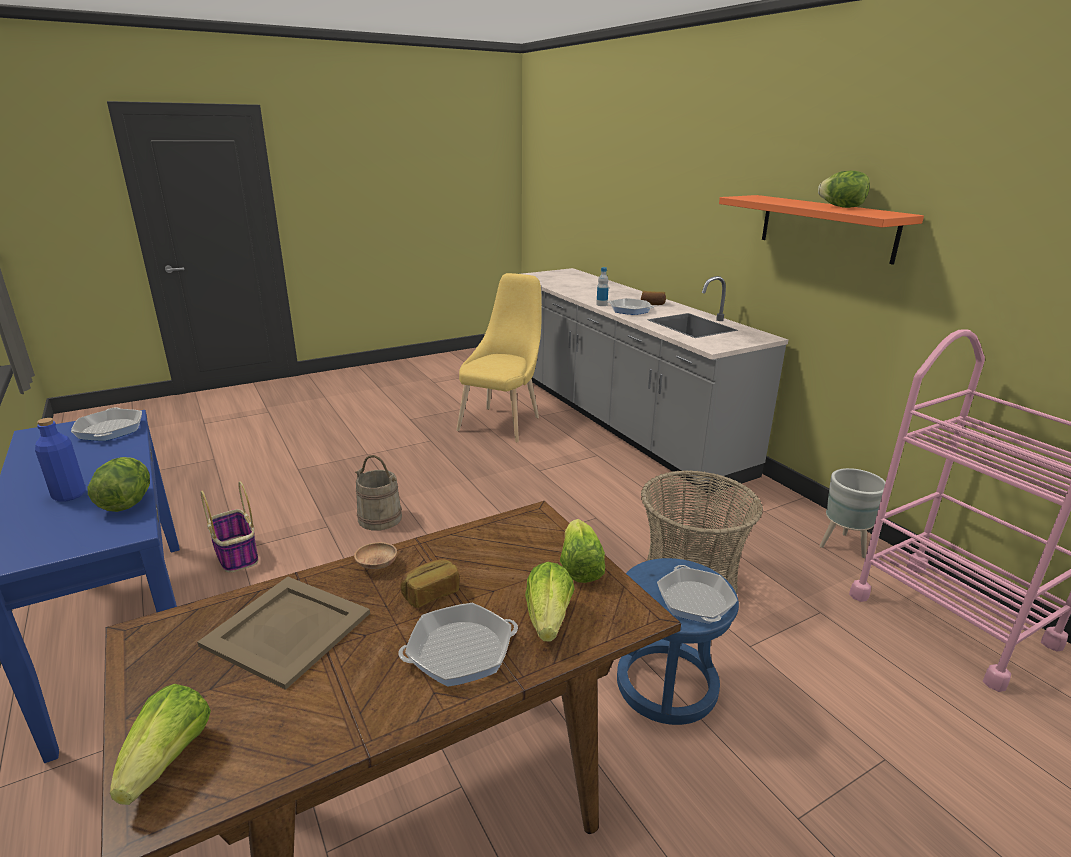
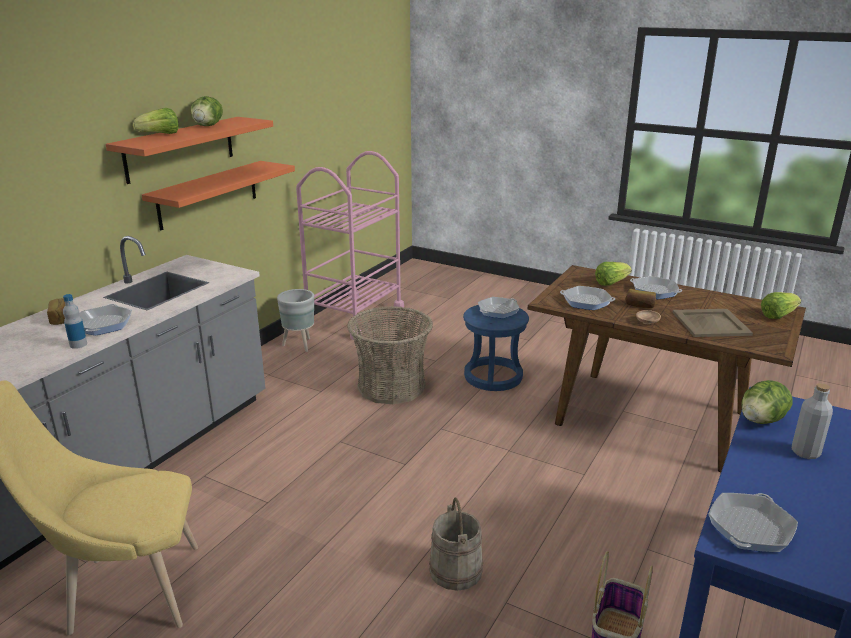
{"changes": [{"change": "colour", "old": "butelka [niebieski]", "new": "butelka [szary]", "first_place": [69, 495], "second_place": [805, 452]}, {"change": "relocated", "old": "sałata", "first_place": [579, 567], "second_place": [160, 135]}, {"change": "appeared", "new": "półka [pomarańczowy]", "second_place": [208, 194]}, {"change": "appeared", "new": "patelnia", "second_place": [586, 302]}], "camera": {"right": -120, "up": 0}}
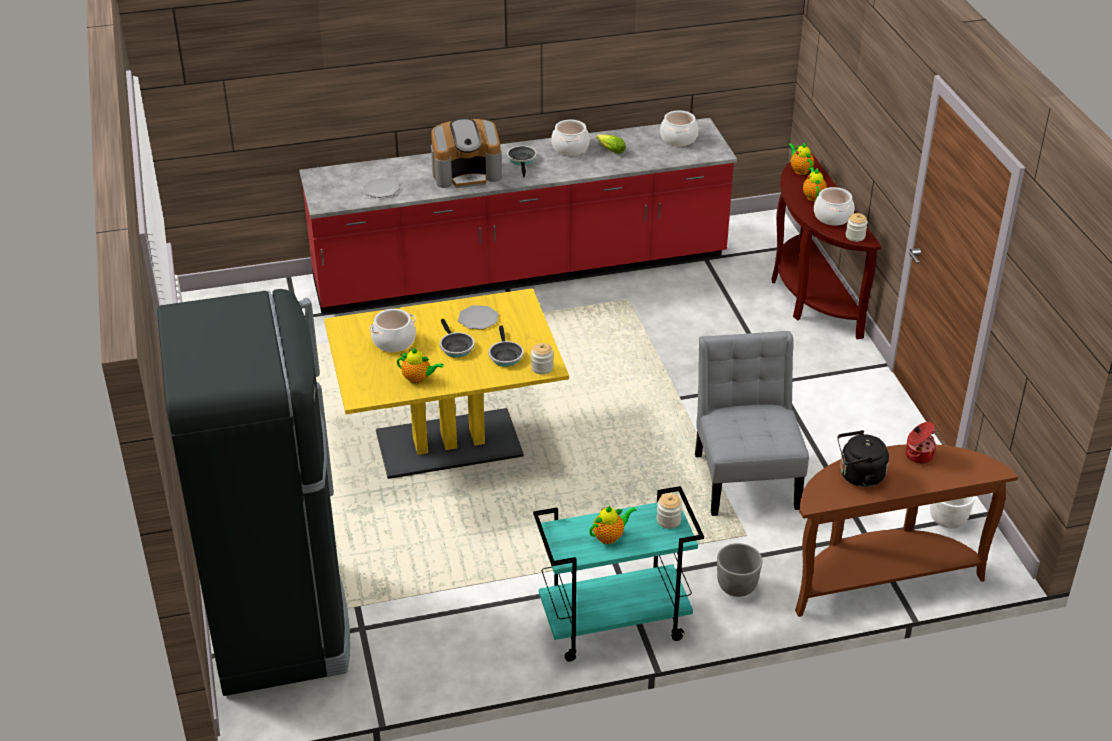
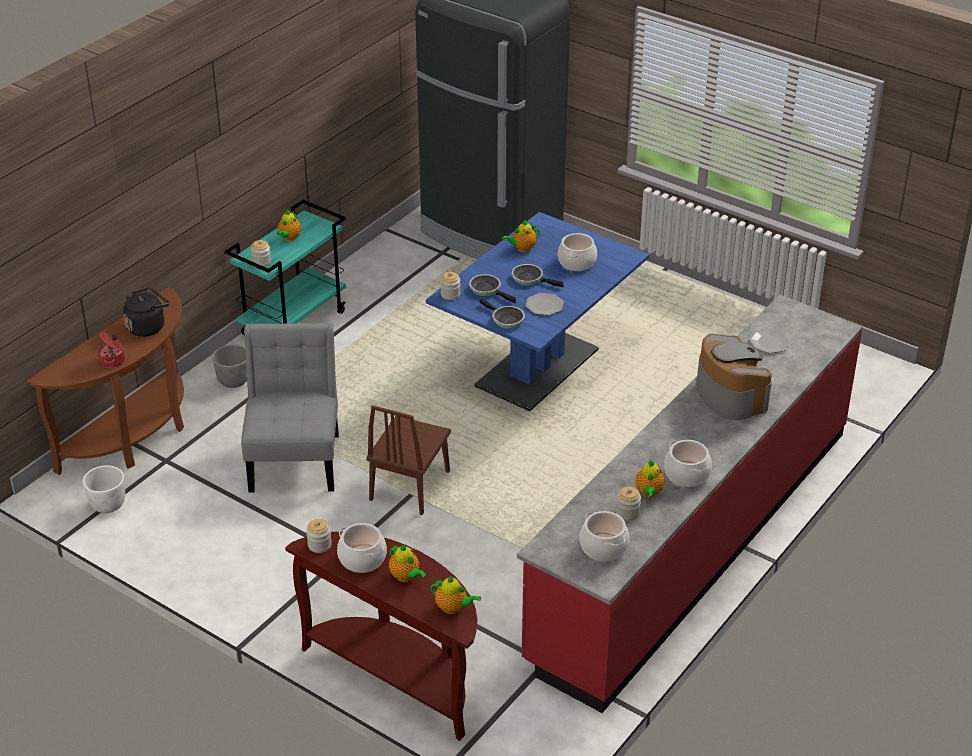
{"changes": [{"change": "spun", "old": "ekspres do kawy", "first_place": [467, 173], "second_place": [729, 395], "degrees": 120}, {"change": "exchanged", "old": "sałata", "new": "imbryk", "first_place": [609, 149], "second_place": [649, 493]}, {"change": "relocated", "old": "patelnia", "first_place": [522, 160], "second_place": [505, 320]}, {"change": "colour", "old": "stół jadalny [żółty]", "new": "stół jadalny [niebieski]", "first_place": [449, 444], "second_place": [537, 368]}, {"change": "spun", "old": "krzesło [szary]", "first_place": [745, 476], "second_place": [295, 458], "degrees": -135}, {"change": "appeared", "new": "krzesło [brązowy]", "second_place": [409, 485]}, {"change": "appeared", "new": "słoik", "second_place": [627, 513]}], "camera": {"right": 140, "up": 0}}
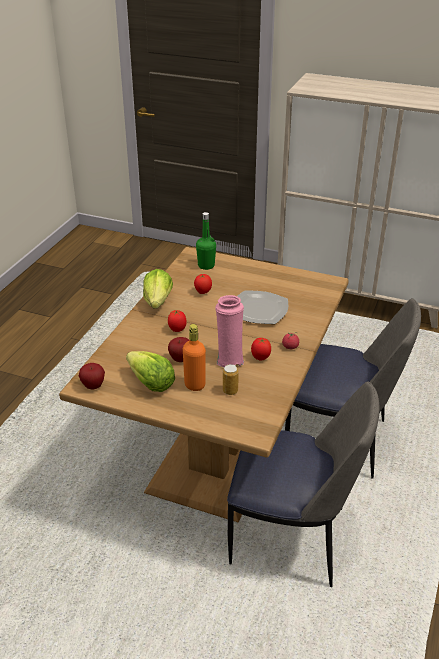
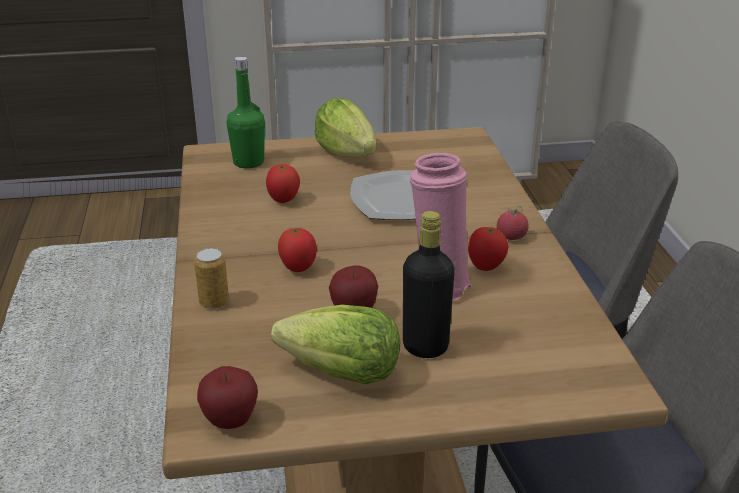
{"changes": [{"change": "relocated", "old": "sałata", "first_place": [158, 301], "second_place": [346, 153]}, {"change": "colour", "old": "butelka [pomarańczowy]", "new": "butelka [czarny]", "first_place": [195, 385], "second_place": [425, 347]}, {"change": "relocated", "old": "puszka", "first_place": [230, 391], "second_place": [214, 302]}], "camera": {"right": -30, "up": -5}}
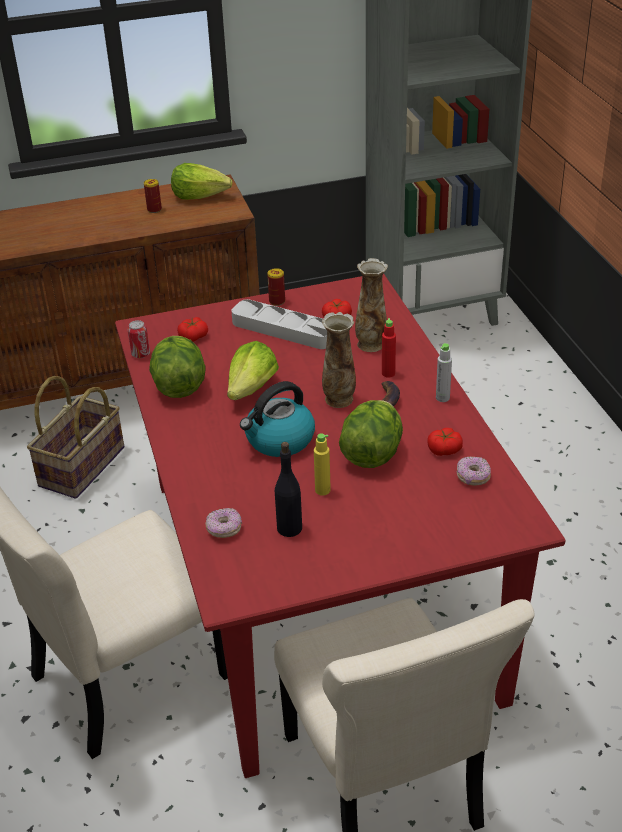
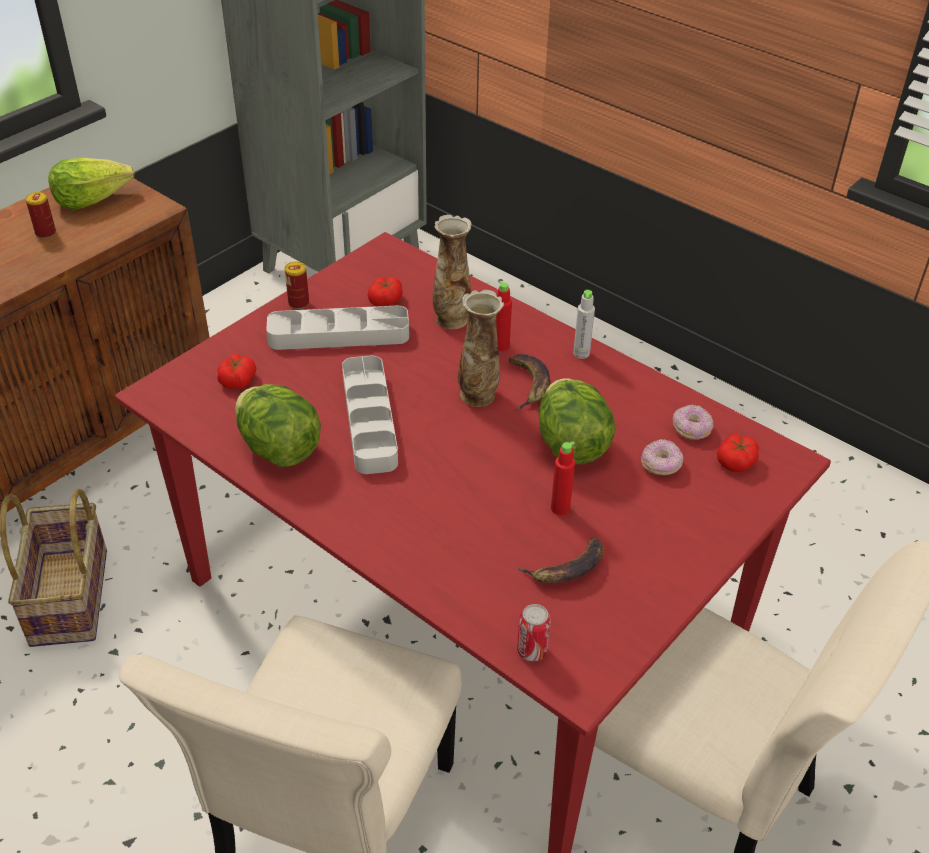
{"changes": [{"change": "relocated", "old": "puszka", "first_place": [140, 354], "second_place": [532, 650]}, {"change": "exchanged", "old": "sałata", "new": "taca [szary]", "first_place": [252, 389], "second_place": [369, 419]}, {"change": "missing", "old": "czajnik", "first_place": [279, 440]}, {"change": "relocated", "old": "pomidor", "first_place": [444, 449], "second_place": [736, 461]}, {"change": "colour", "old": "butelka [żółty]", "new": "butelka [czerwony]", "first_place": [322, 490], "second_place": [560, 508]}, {"change": "exchanged", "old": "butelka [czarny]", "new": "banan", "first_place": [289, 528], "second_place": [567, 568]}, {"change": "relocated", "old": "donut", "first_place": [224, 529], "second_place": [661, 465]}], "camera": {"right": -35, "up": 5}}
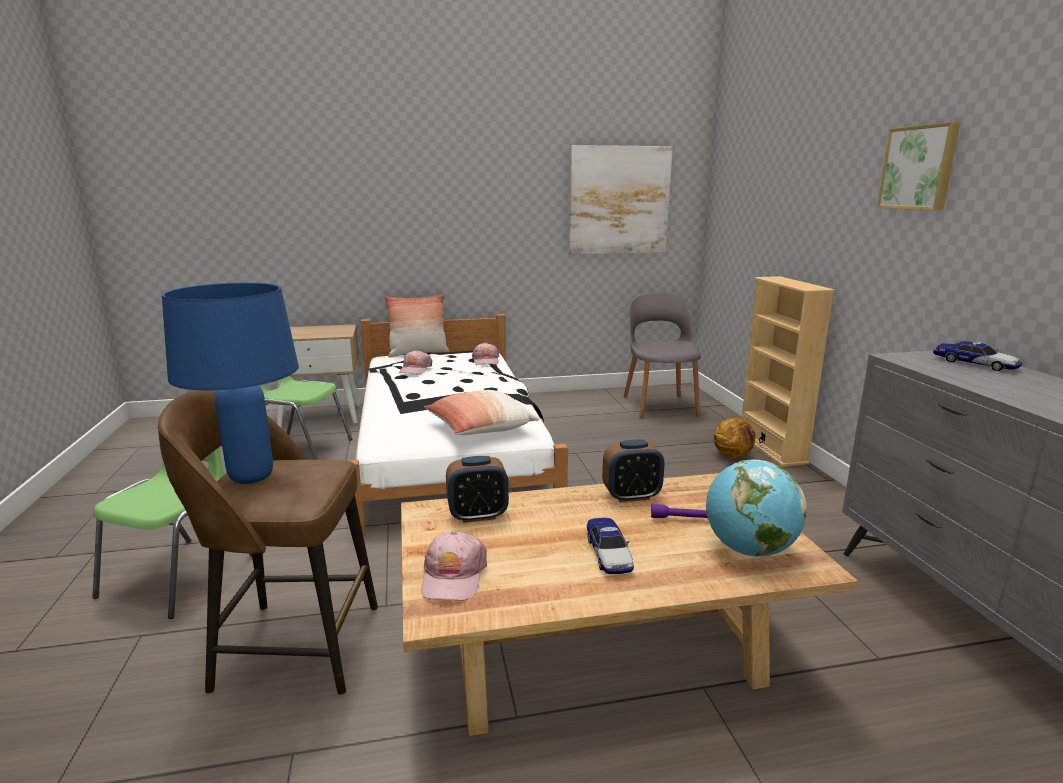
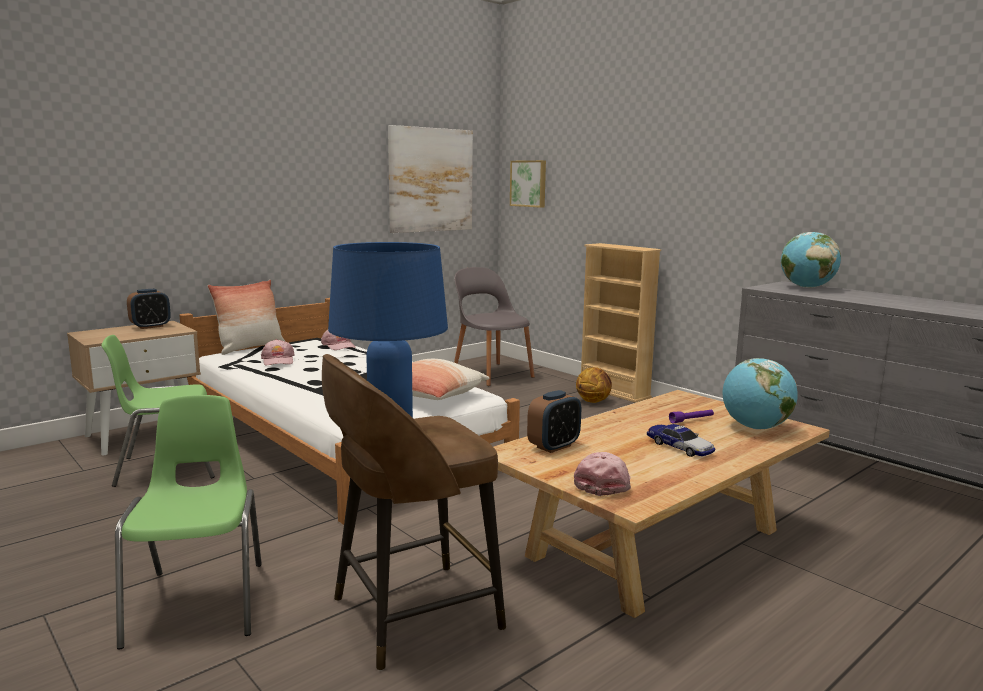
{"changes": [{"change": "relocated", "old": "obraz", "first_place": [919, 168], "second_place": [529, 183]}, {"change": "exchanged", "old": "samochodzik", "new": "globus", "first_place": [975, 364], "second_place": [806, 287]}, {"change": "relocated", "old": "budzik", "first_place": [631, 496], "second_place": [150, 326]}, {"change": "spun", "old": "czapka z daszkiem [różowy]", "first_place": [453, 576], "second_place": [603, 482], "degrees": -135}], "camera": {"right": -30, "up": -5}}
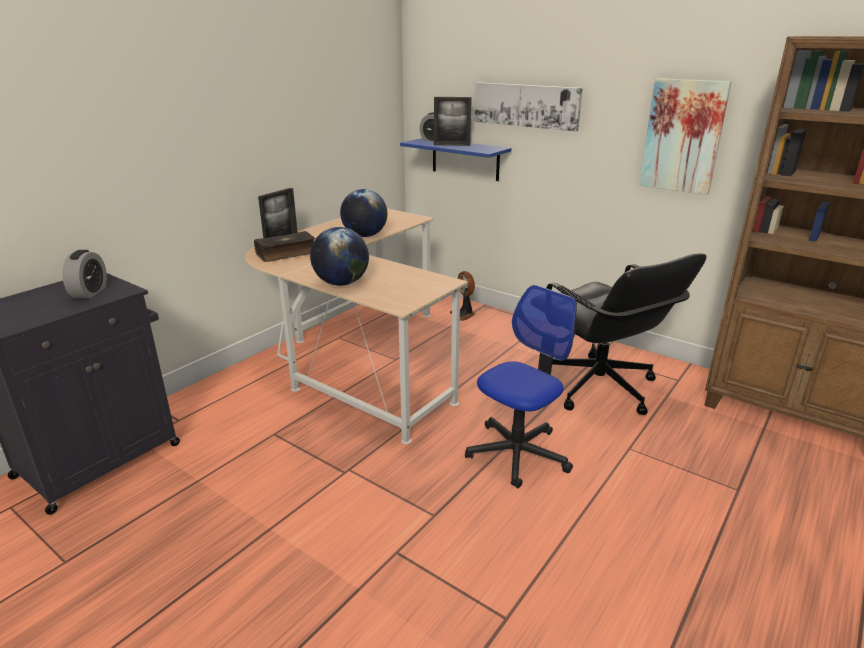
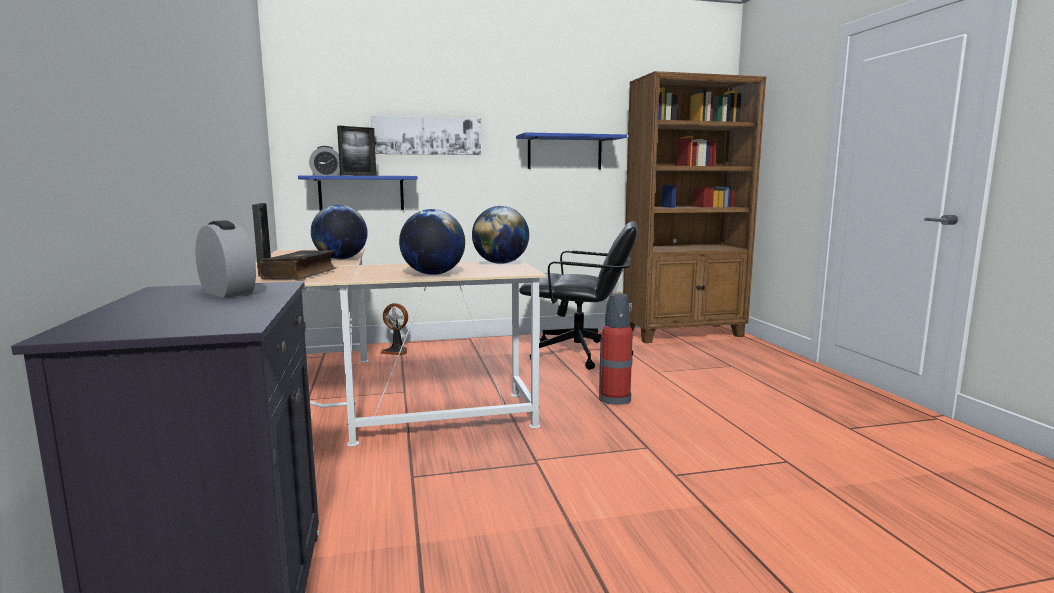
{"changes": [{"change": "exchanged", "old": "obraz", "new": "półka [niebieski]", "first_place": [683, 136], "second_place": [564, 152]}, {"change": "exchanged", "old": "krzesło biurowe", "new": "gaśnica", "first_place": [517, 453], "second_place": [614, 398]}, {"change": "appeared", "new": "globus", "second_place": [500, 263]}], "camera": {"right": -50, "up": -15}}
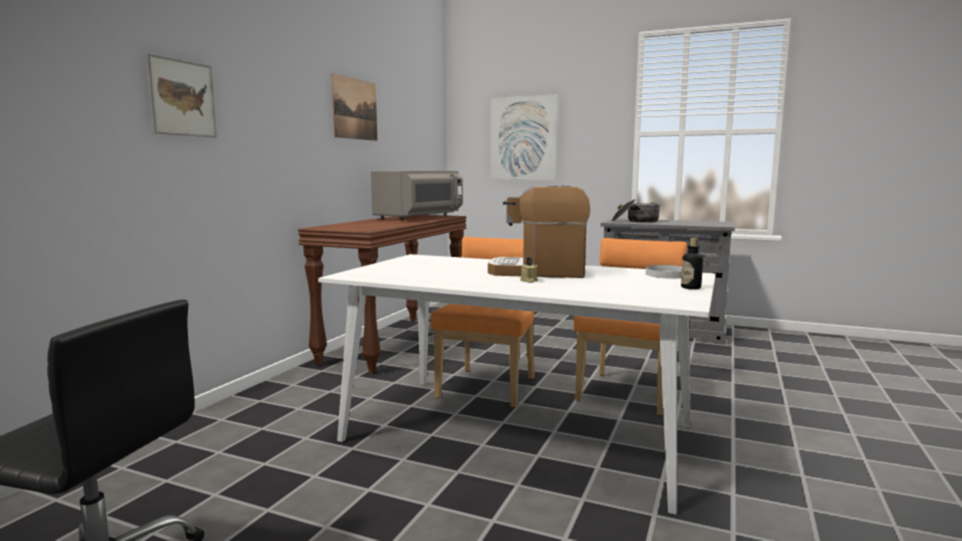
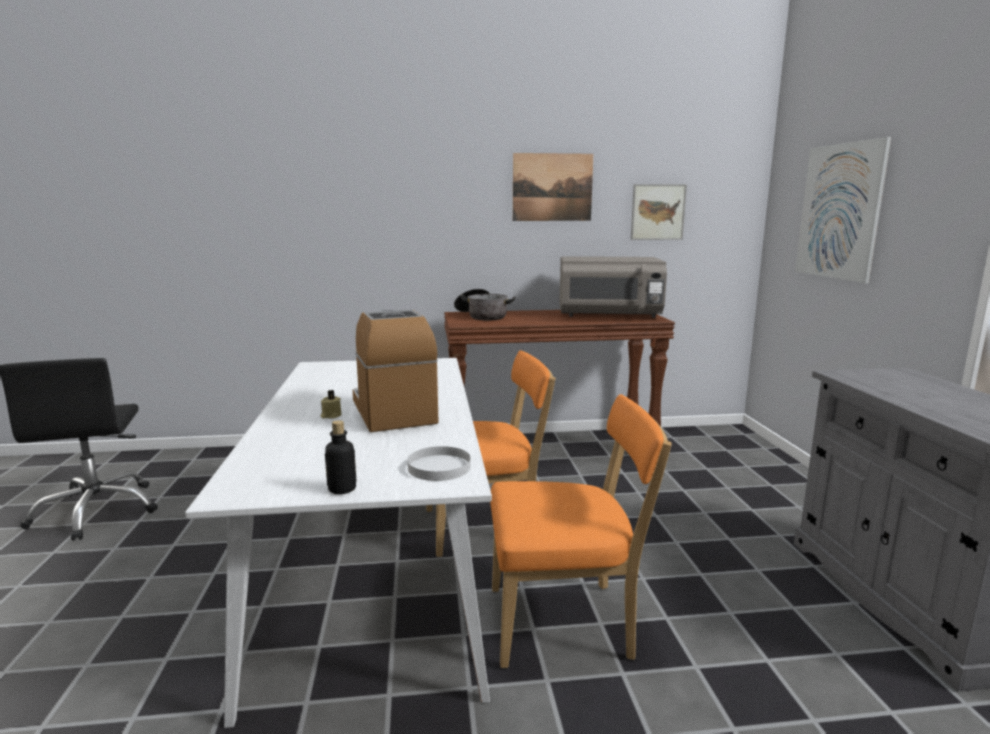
{"changes": [{"change": "relocated", "old": "obraz", "first_place": [182, 98], "second_place": [658, 212]}, {"change": "relocated", "old": "garnek", "first_place": [635, 221], "second_place": [482, 316]}], "camera": {"right": 60, "up": 5}}
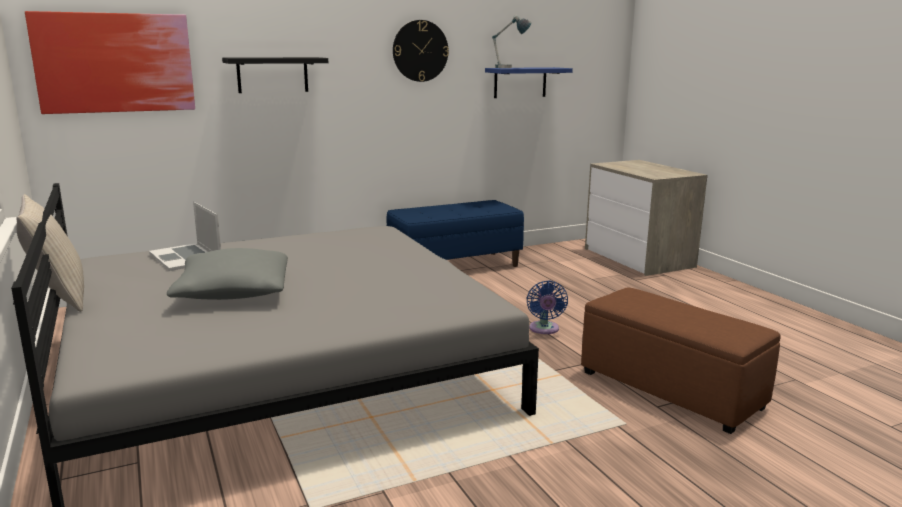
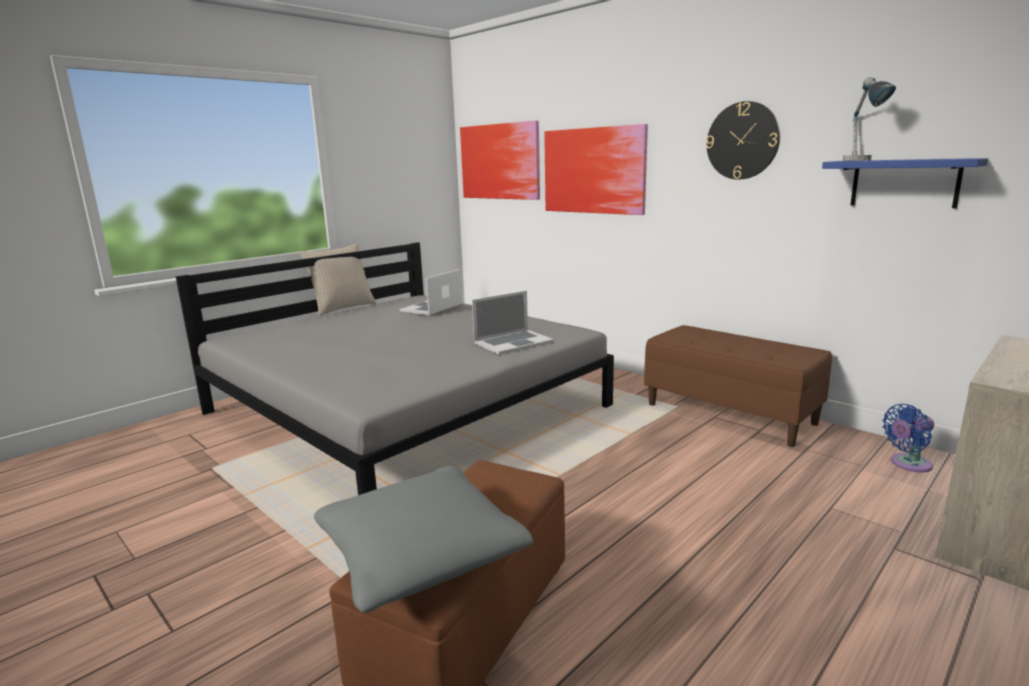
{"changes": [{"change": "exchanged", "old": "półka [czarny]", "new": "obraz", "first_place": [272, 75], "second_place": [594, 171]}, {"change": "colour", "old": "ławka [niebieski]", "new": "ławka [brązowy]", "first_place": [455, 266], "second_place": [730, 414]}, {"change": "relocated", "old": "poduszka [szary]", "first_place": [233, 292], "second_place": [421, 555]}, {"change": "relocated", "old": "wentylator [niebieski]", "first_place": [544, 329], "second_place": [907, 464]}, {"change": "appeared", "new": "laptop", "second_place": [513, 342]}], "camera": {"right": 70, "up": 0}}
